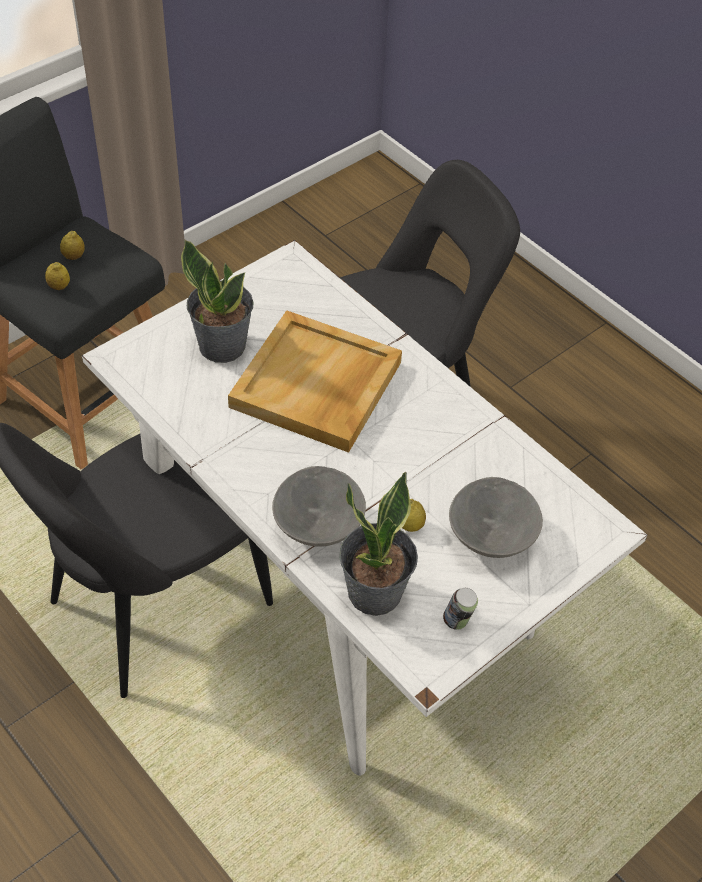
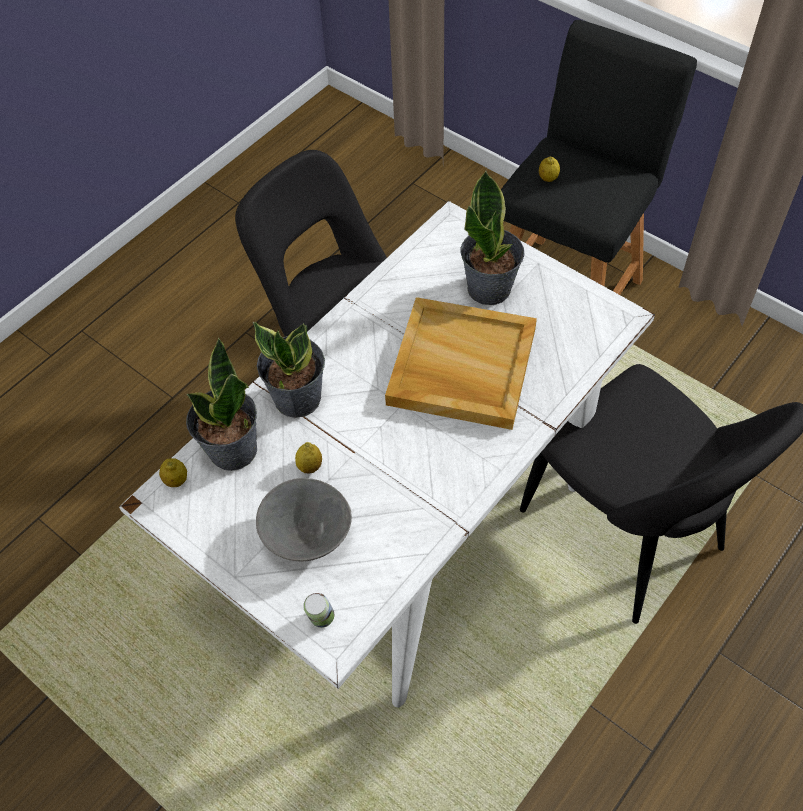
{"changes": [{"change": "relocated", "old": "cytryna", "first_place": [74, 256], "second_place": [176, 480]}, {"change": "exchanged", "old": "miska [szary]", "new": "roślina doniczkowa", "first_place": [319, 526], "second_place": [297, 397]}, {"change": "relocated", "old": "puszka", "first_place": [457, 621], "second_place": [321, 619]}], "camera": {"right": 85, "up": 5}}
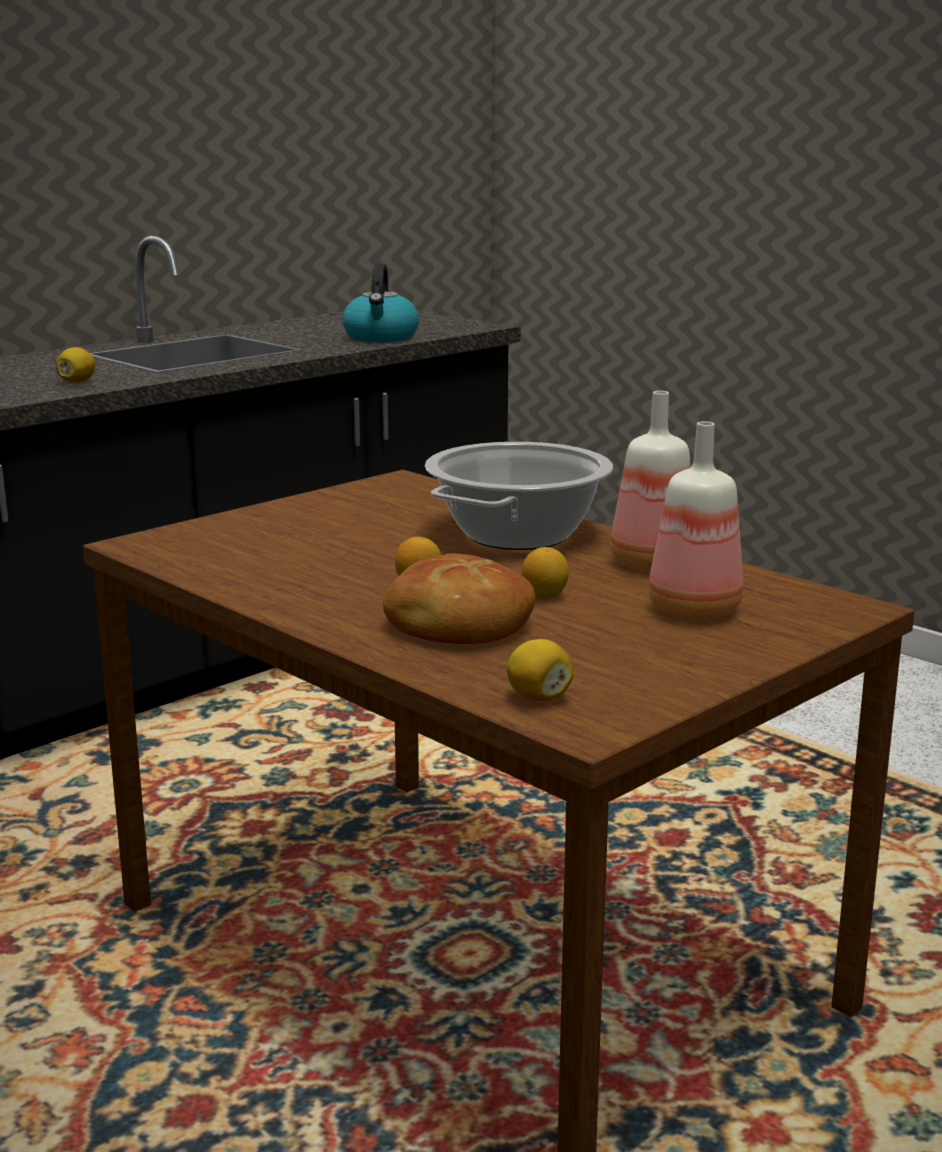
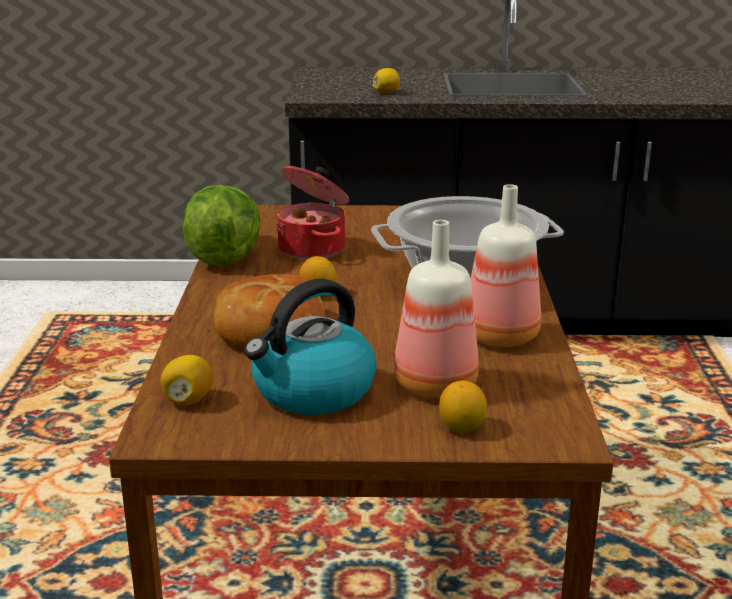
{"changes": [{"change": "relocated", "old": "czajnik", "first_place": [381, 337], "second_place": [312, 392]}, {"change": "relocated", "old": "cytryna", "first_place": [545, 596], "second_place": [462, 428]}, {"change": "appeared", "new": "garnek", "second_place": [314, 248]}, {"change": "appeared", "new": "sałata", "second_place": [224, 256]}], "camera": {"right": 45, "up": 5}}
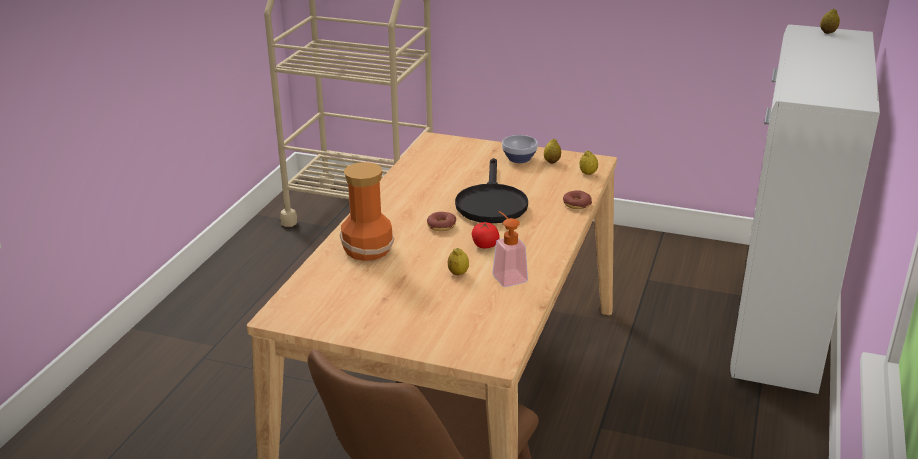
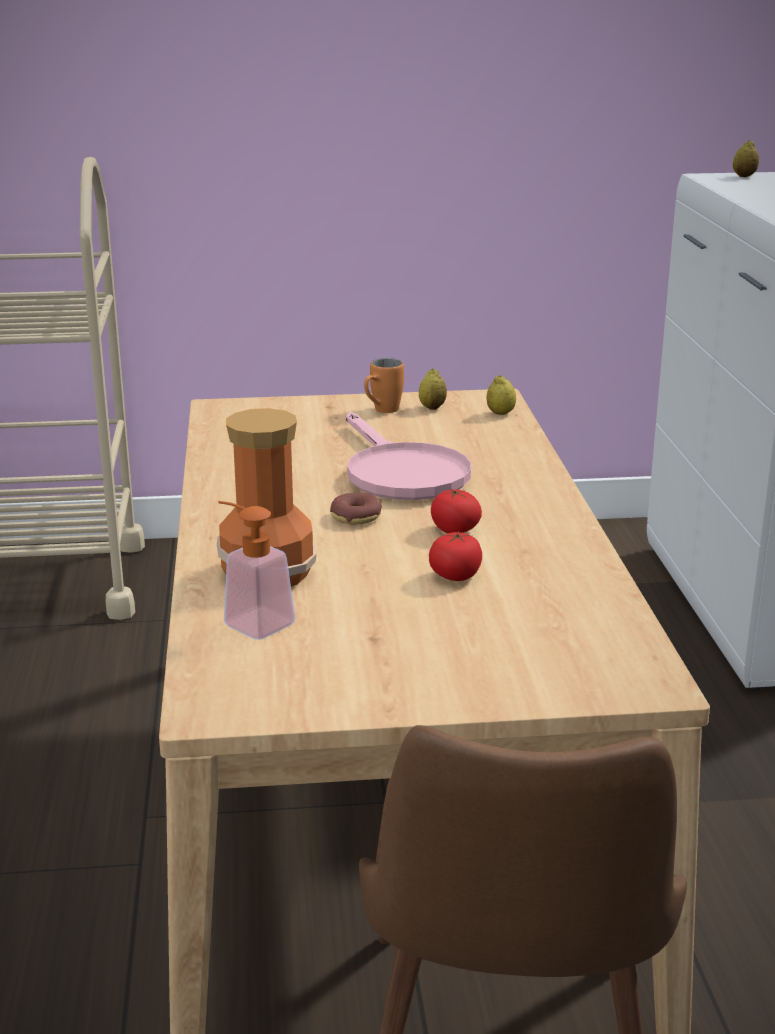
{"changes": [{"change": "exchanged", "old": "miska", "new": "kubek [pomarańczowy]", "first_place": [520, 159], "second_place": [381, 411]}, {"change": "colour", "old": "patelnia [czarny]", "new": "patelnia [różowy]", "first_place": [491, 203], "second_place": [400, 473]}, {"change": "missing", "old": "donut", "first_place": [576, 204]}, {"change": "relocated", "old": "dozownik mydła", "first_place": [507, 276], "second_place": [251, 621]}, {"change": "exchanged", "old": "cytryna", "new": "pomidor", "first_place": [458, 273], "second_place": [455, 576]}], "camera": {"right": -25, "up": -5}}
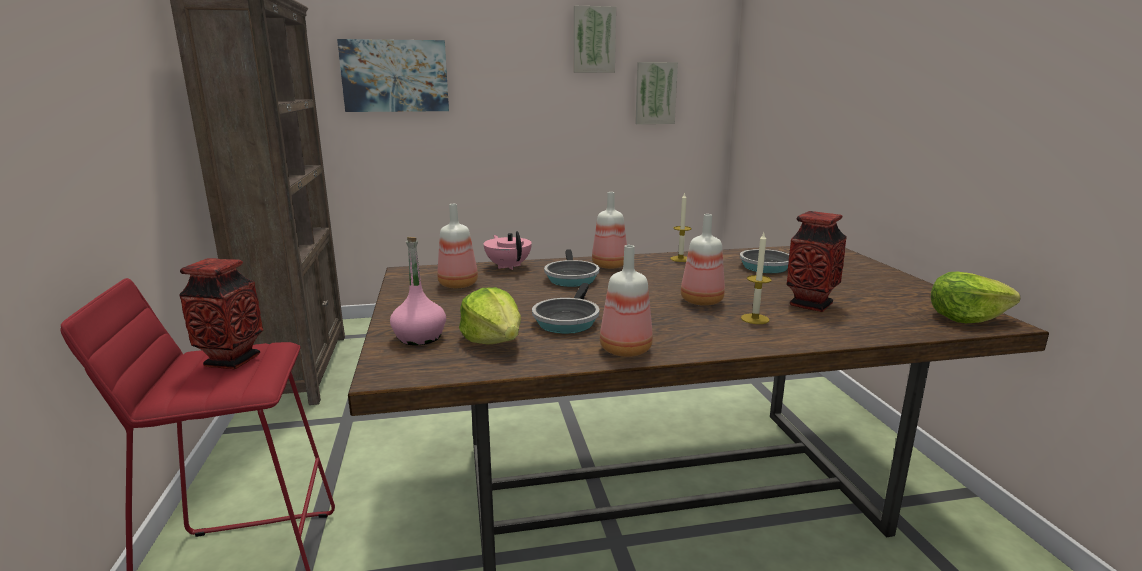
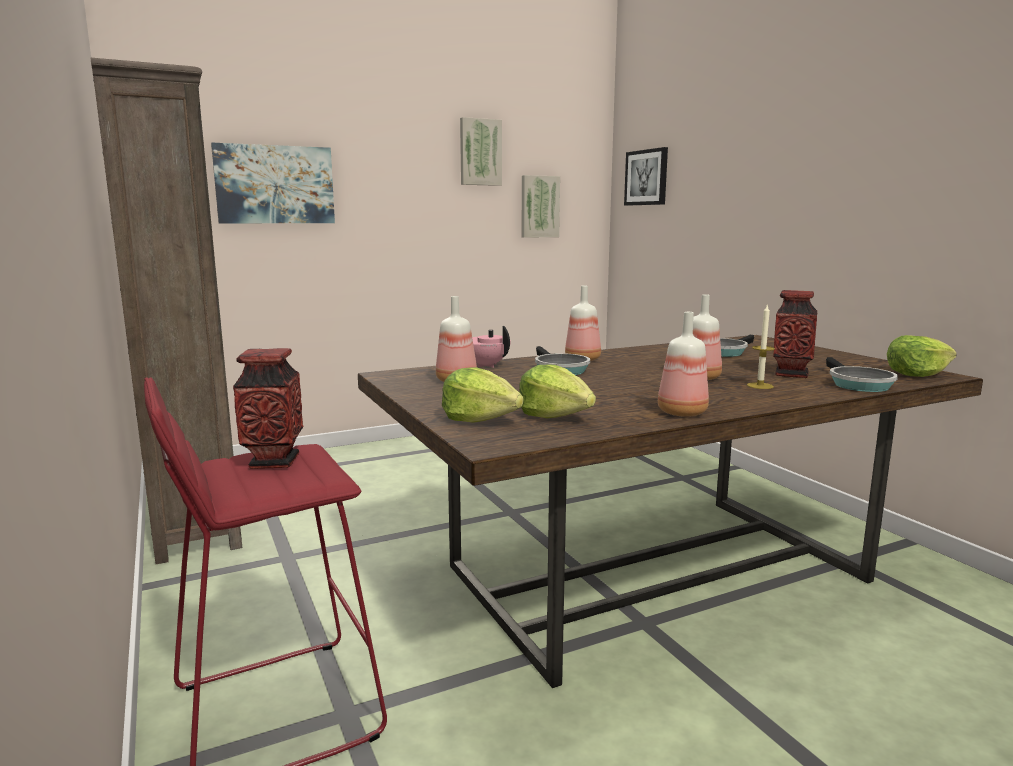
{"changes": [{"change": "missing", "old": "świeca", "first_place": [680, 259]}, {"change": "exchanged", "old": "butelka [różowy]", "new": "sałata", "first_place": [419, 337], "second_place": [480, 419]}, {"change": "relocated", "old": "patelnia", "first_place": [566, 320], "second_place": [857, 384]}, {"change": "appeared", "new": "obraz", "second_place": [646, 177]}], "camera": {"right": -15, "up": -5}}
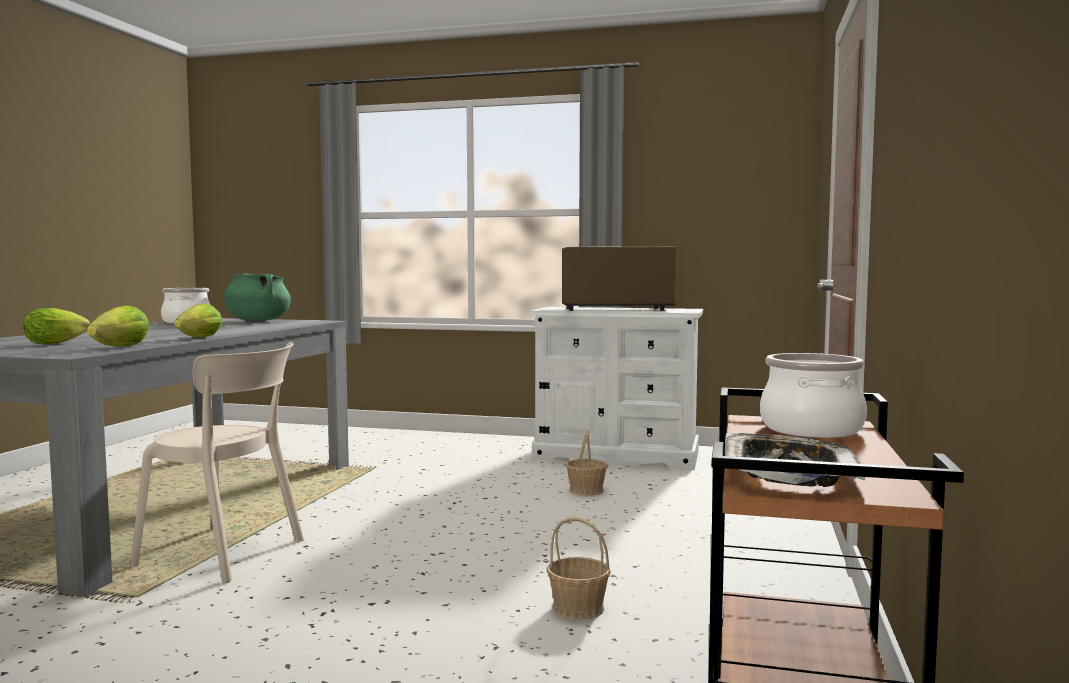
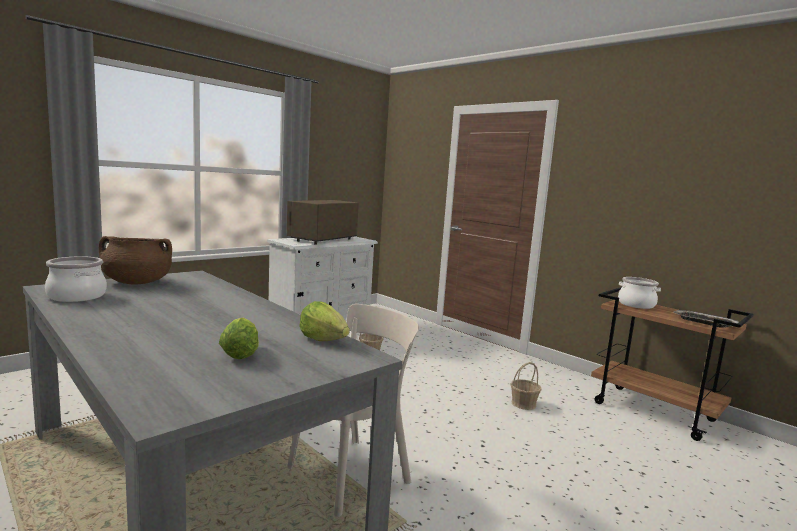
{"changes": [{"change": "colour", "old": "garnek [zielony]", "new": "garnek [brązowy]", "first_place": [258, 321], "second_place": [137, 282]}, {"change": "missing", "old": "sałata", "first_place": [197, 338]}], "camera": {"right": -60, "up": 5}}
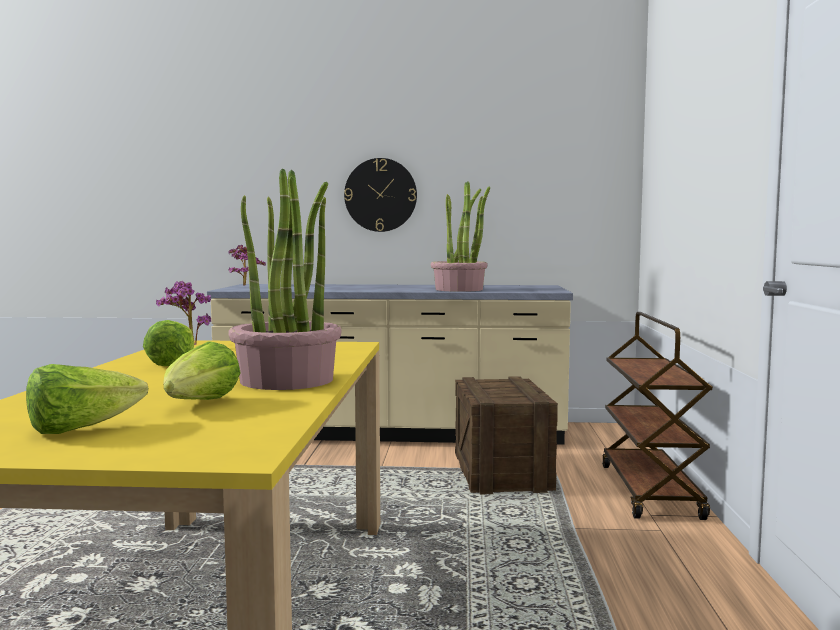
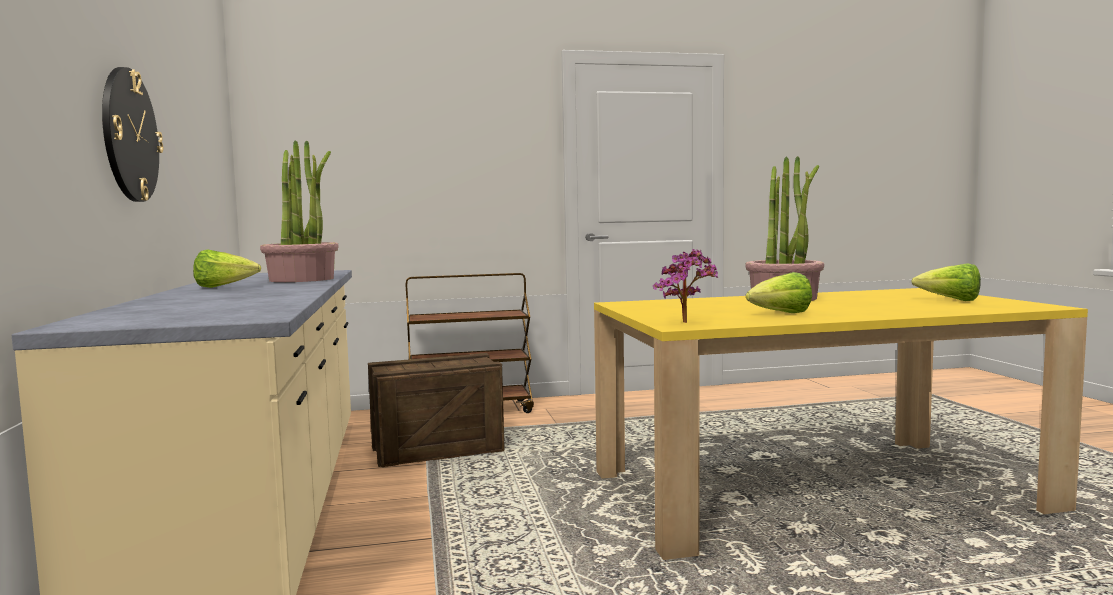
{"changes": [{"change": "missing", "old": "roślina doniczkowa", "first_place": [244, 285]}, {"change": "relocated", "old": "sałata", "first_place": [200, 403], "second_place": [224, 287]}], "camera": {"right": -105, "up": 0}}
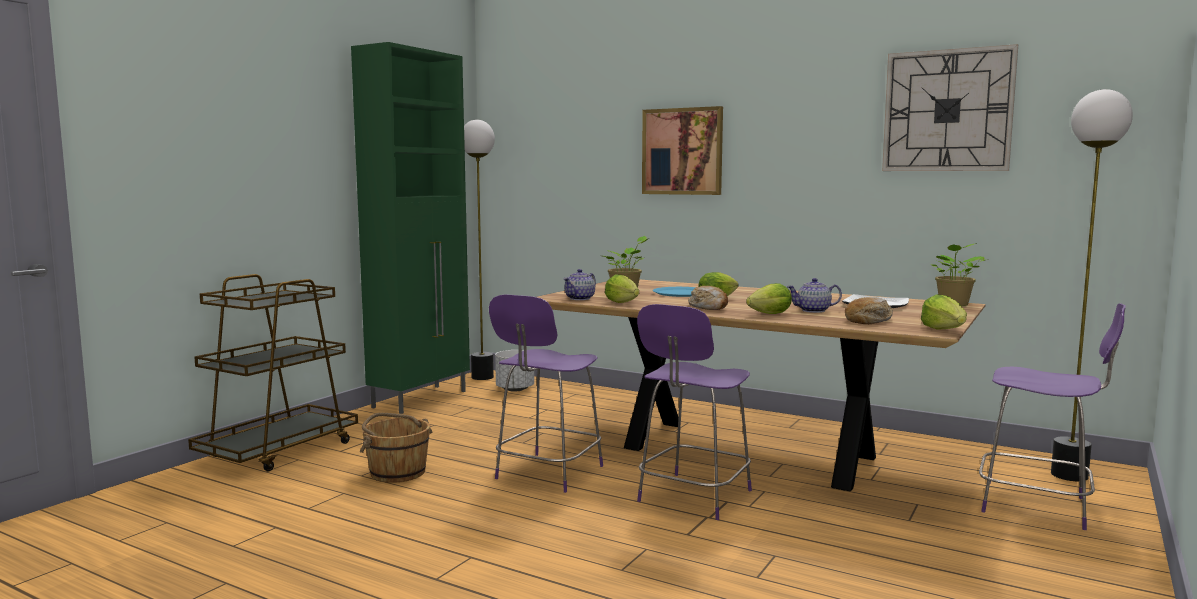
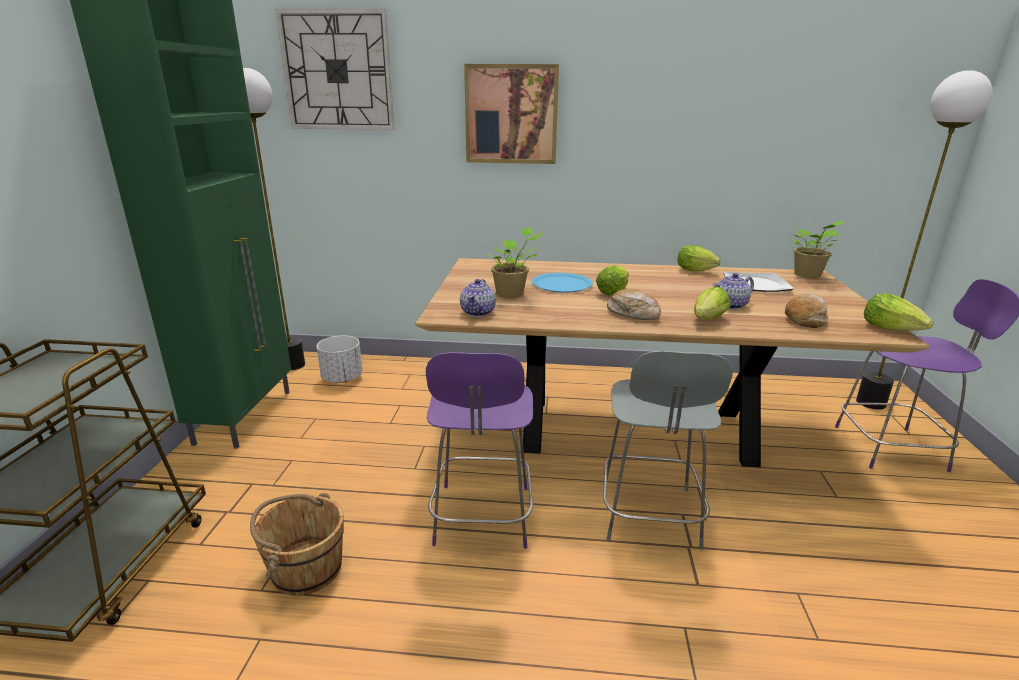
{"changes": [{"change": "relocated", "old": "zegar ścienny", "first_place": [947, 111], "second_place": [337, 71]}, {"change": "relocated", "old": "sałata", "first_place": [623, 303], "second_place": [697, 271]}, {"change": "colour", "old": "krzesło [fioletowy]", "new": "krzesło [szary]", "first_place": [693, 497], "second_place": [649, 517]}], "camera": {"right": -25, "up": 15}}
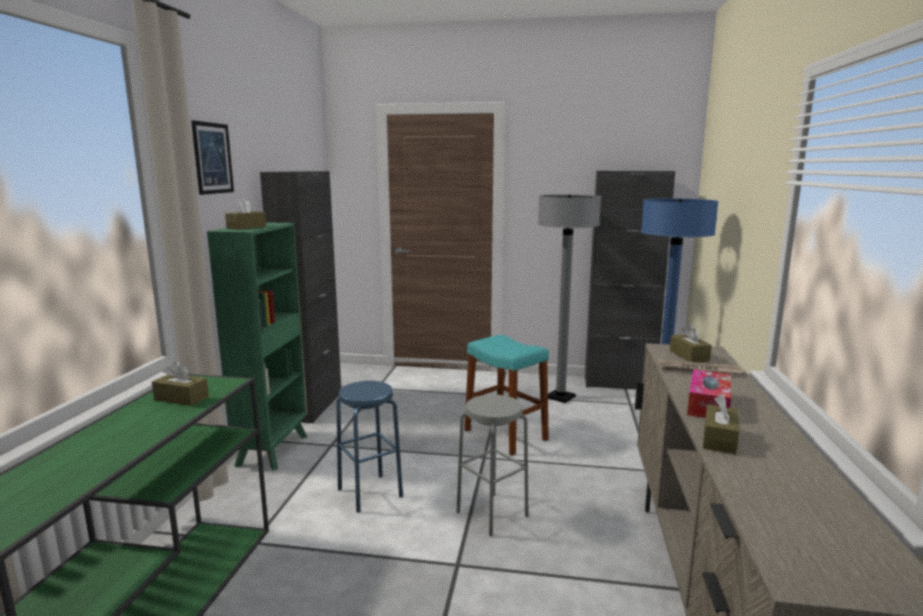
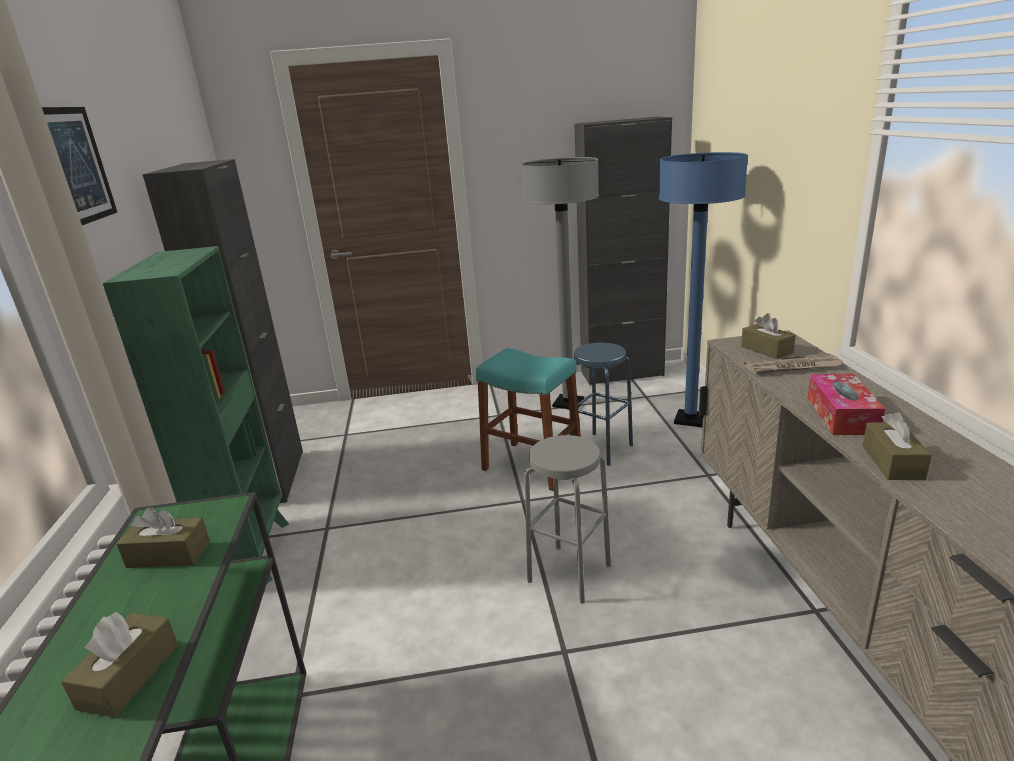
{"changes": [{"change": "relocated", "old": "pudełko chusteczek [brązowy]", "first_place": [246, 227], "second_place": [129, 676]}, {"change": "relocated", "old": "stołek [niebieski]", "first_place": [370, 493], "second_place": [601, 448]}], "camera": {"right": -15, "up": 10}}
